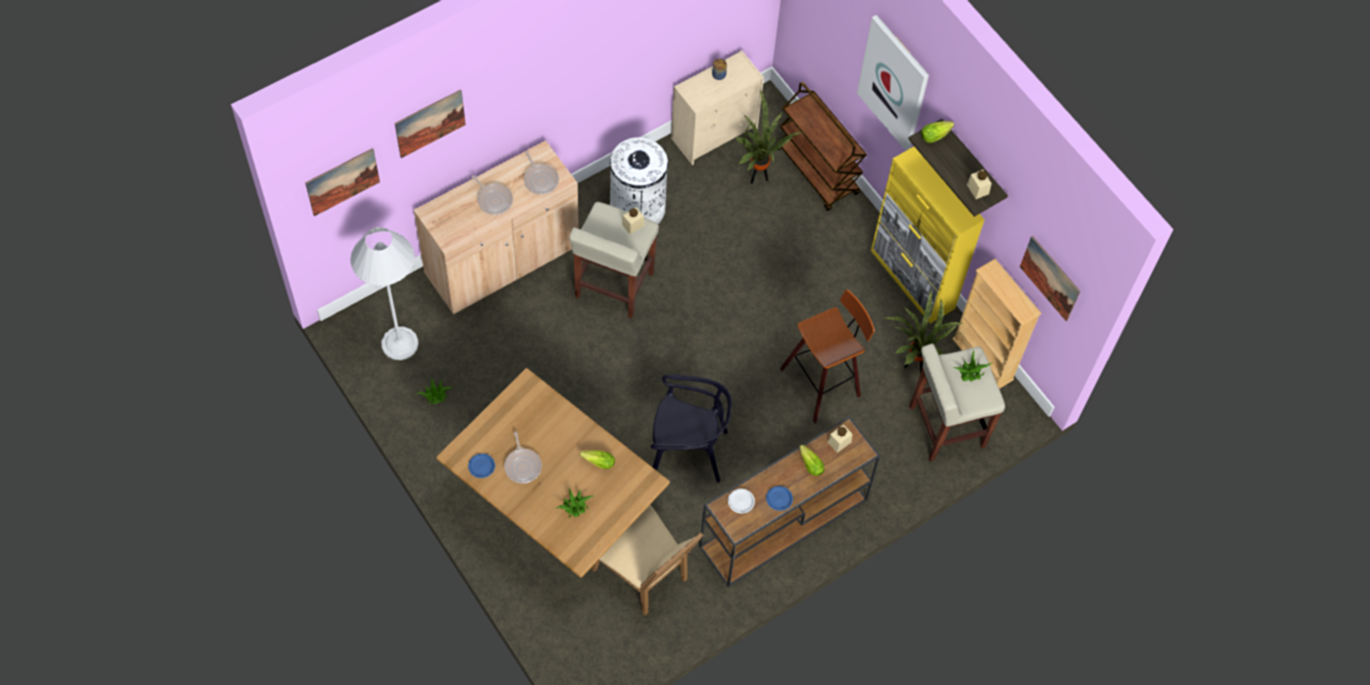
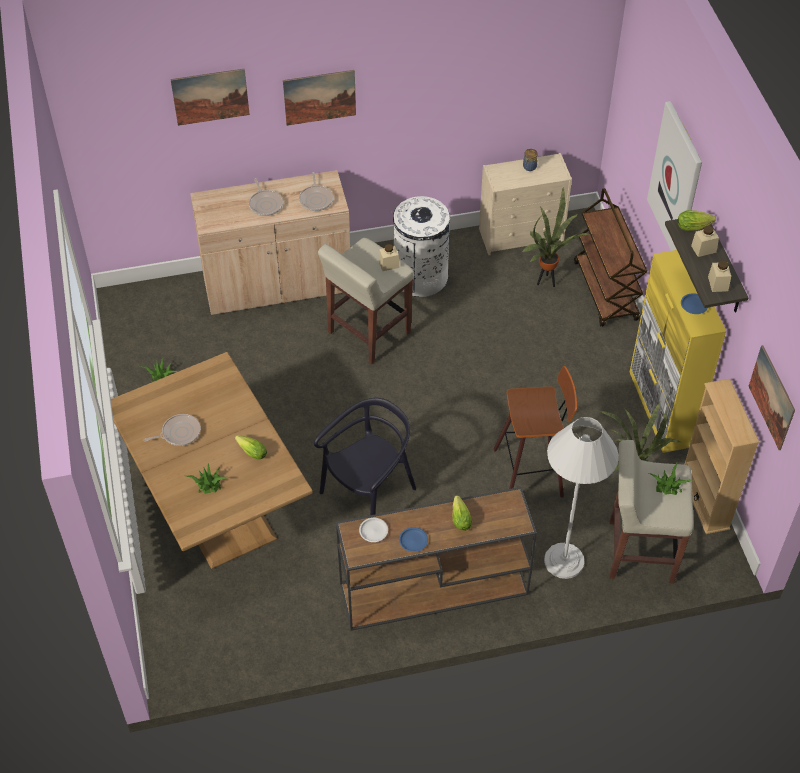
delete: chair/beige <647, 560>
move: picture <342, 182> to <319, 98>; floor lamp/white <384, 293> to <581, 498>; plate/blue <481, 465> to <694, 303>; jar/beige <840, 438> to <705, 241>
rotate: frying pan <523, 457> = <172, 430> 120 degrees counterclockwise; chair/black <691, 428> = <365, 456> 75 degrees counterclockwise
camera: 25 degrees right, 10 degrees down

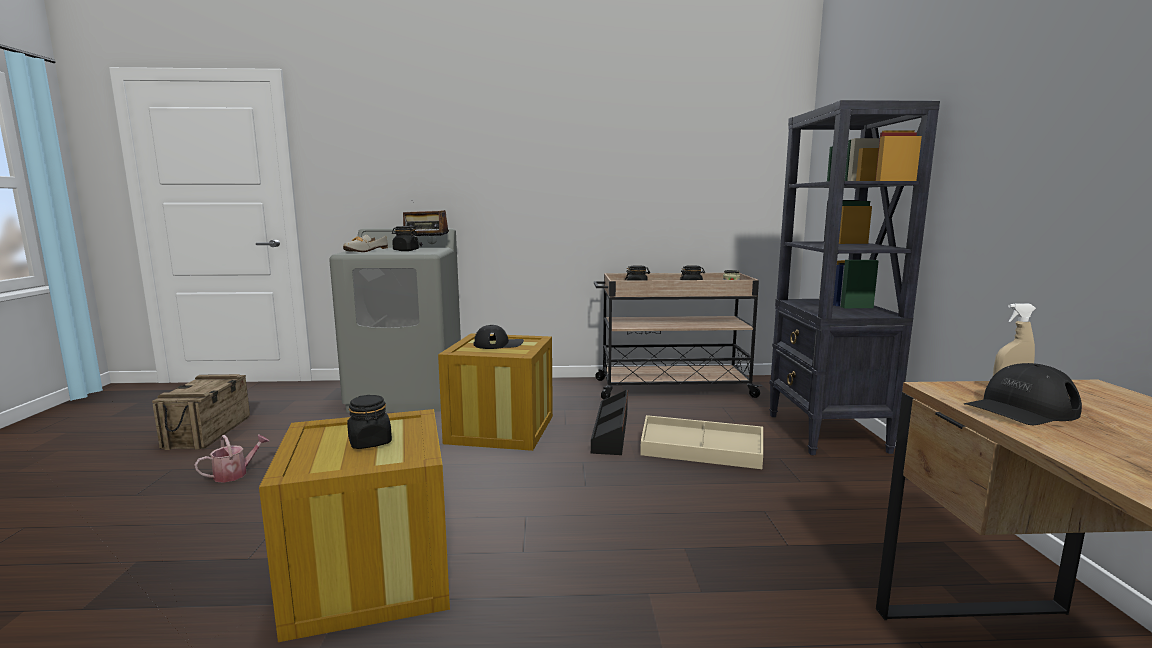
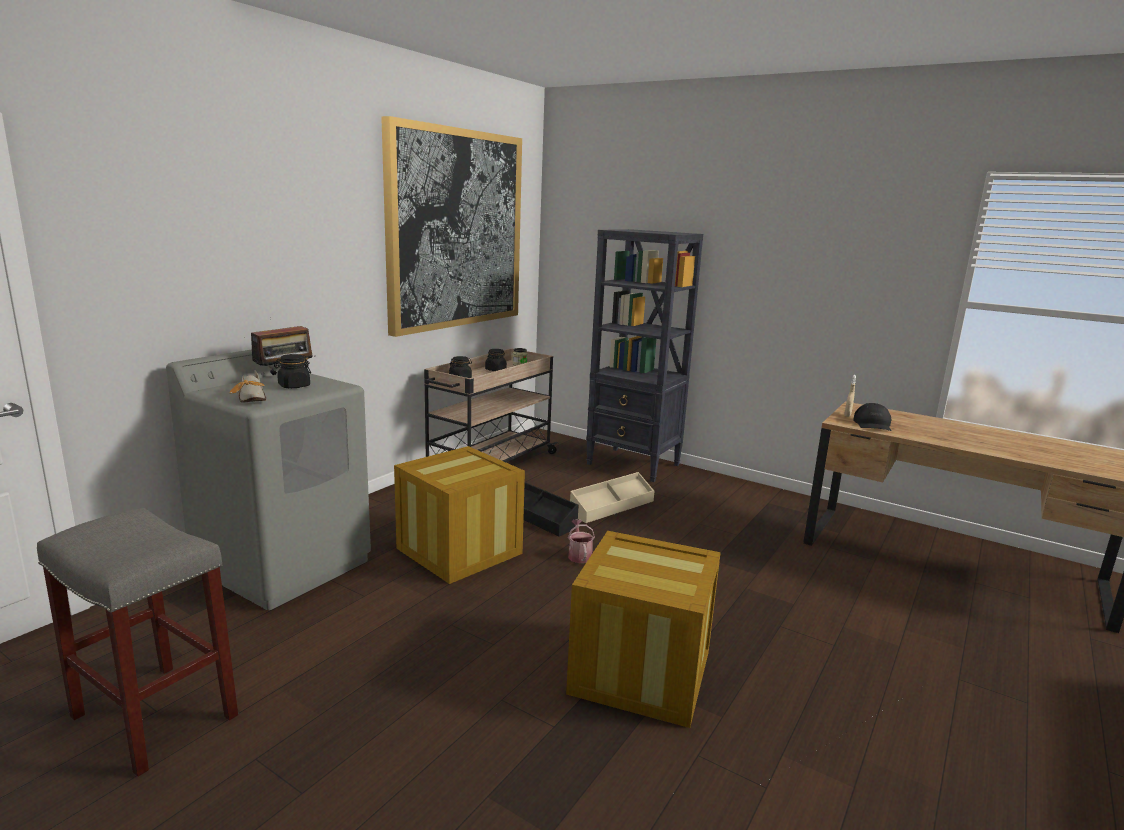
delete: jar/black <369, 422>; cap/black <498, 337>
insert: picture <451, 226>
move: watering can <231, 459> to <581, 541>
replace: crate <201, 412> to stool/grey <137, 642>
camera: 55 degrees left, 5 degrees up

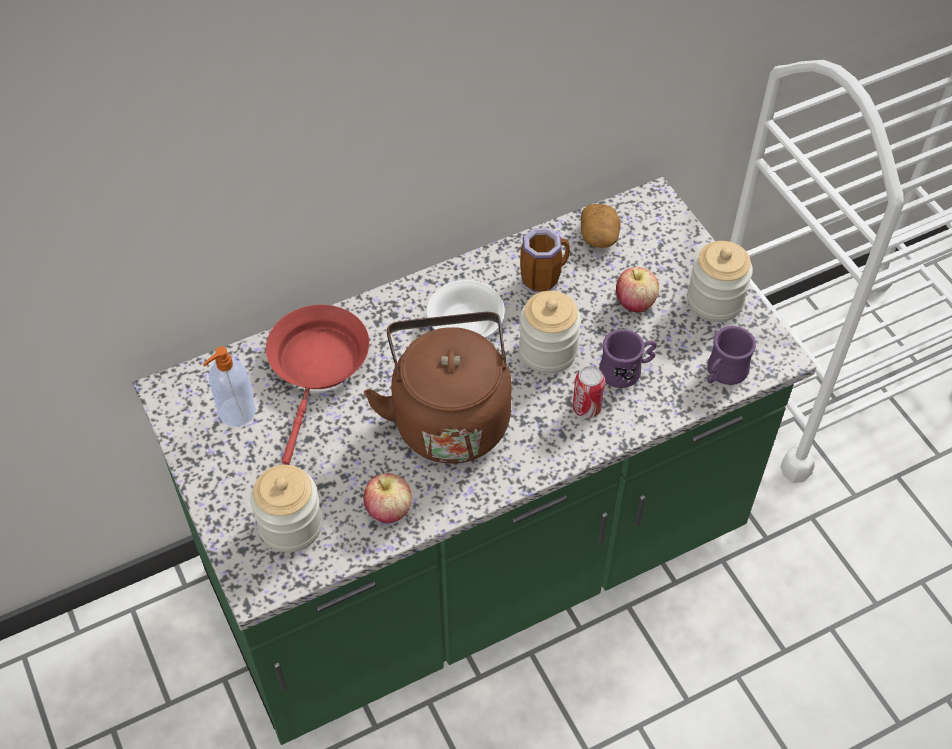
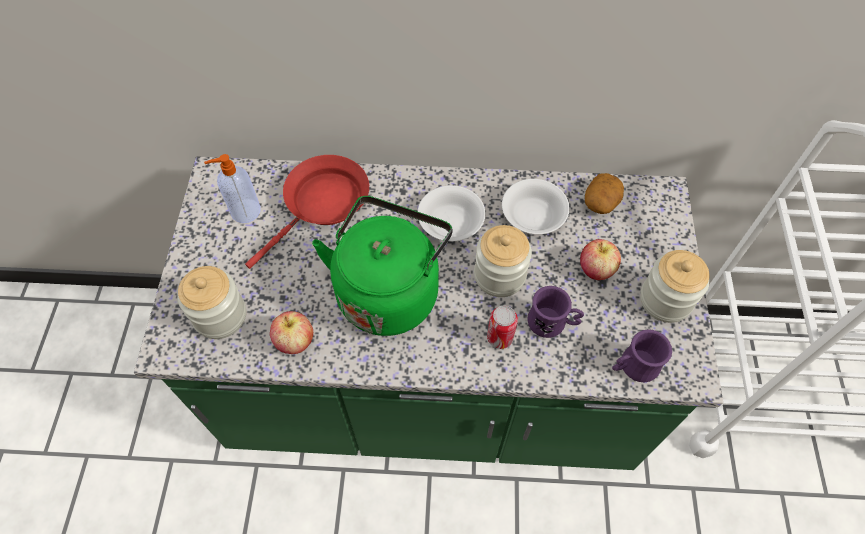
replace: mug <545, 261> to bowl/white <536, 206>
recolor: kettle/brown <438, 388> to kettle/green <382, 266>
camera: 30 degrees right, 5 degrees up

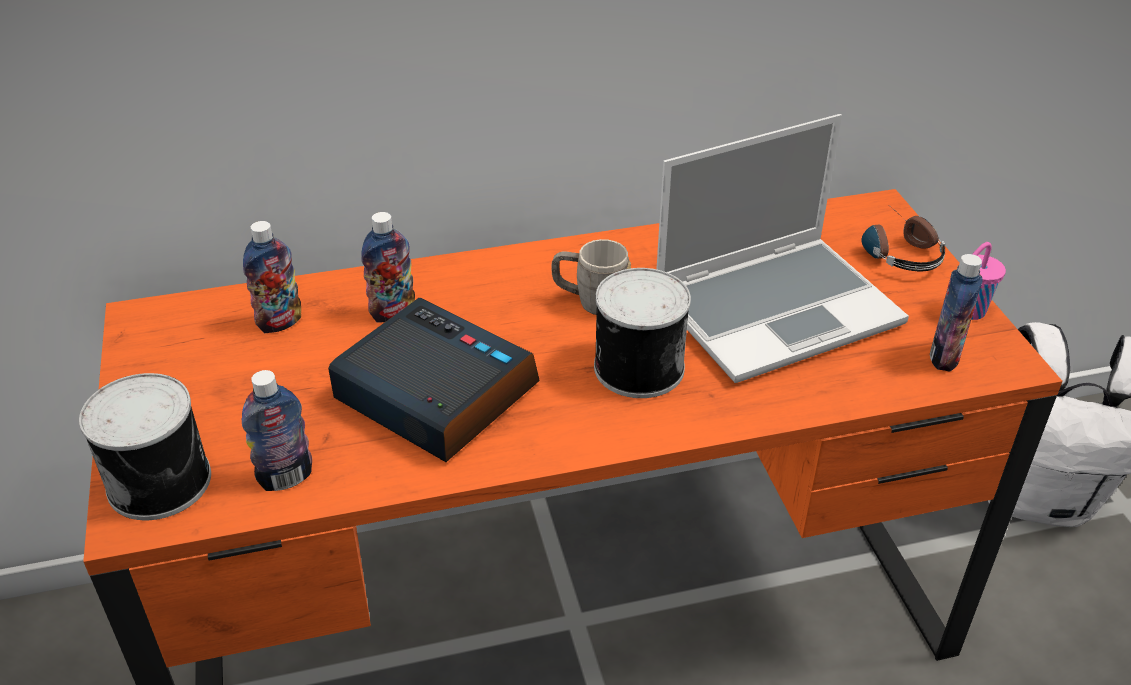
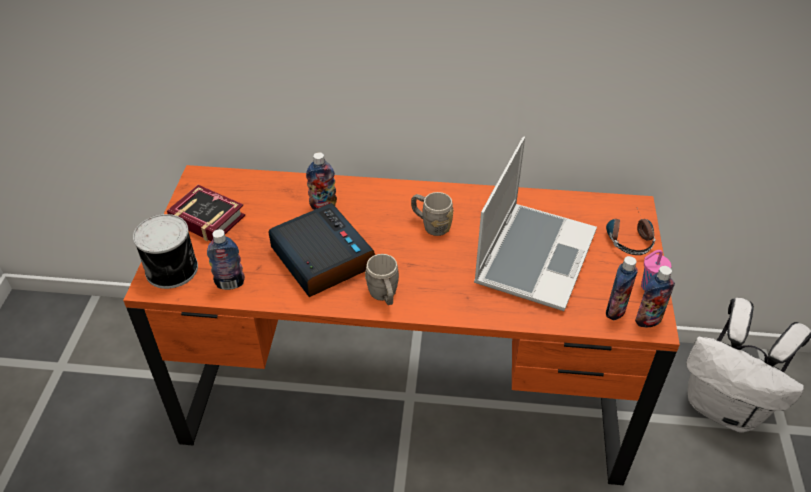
delete: can <642, 333>
insert: book <206, 213>; mug/grey <382, 279>
move: bottle <272, 277> to <655, 296>
rotate: laptop <782, 248> = <535, 224> 60 degrees counterclockwise
camera: 20 degrees right, 5 degrees up

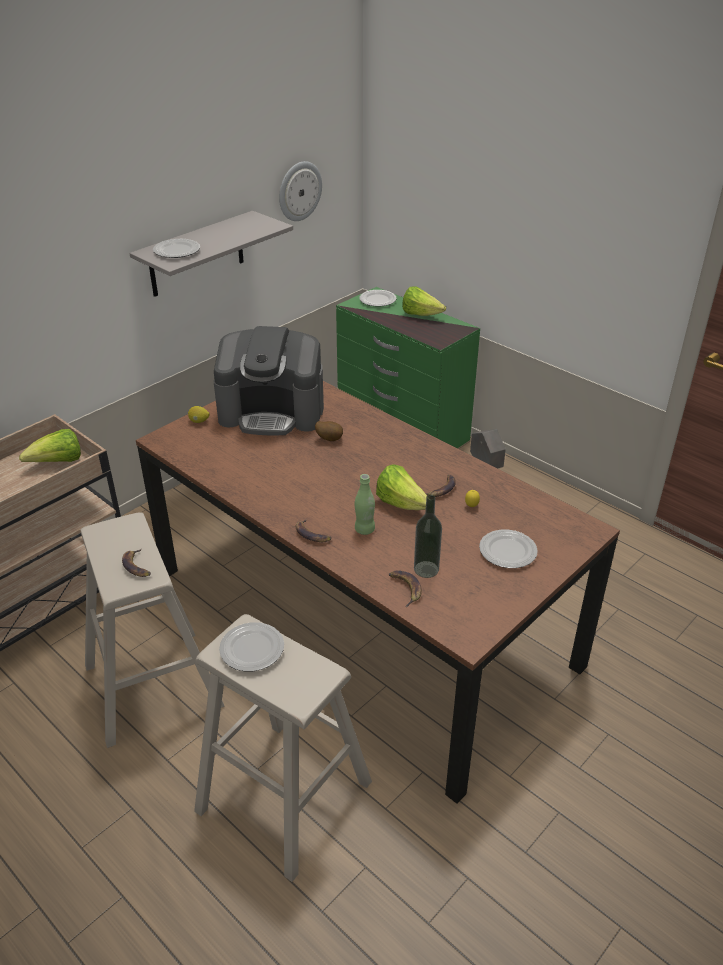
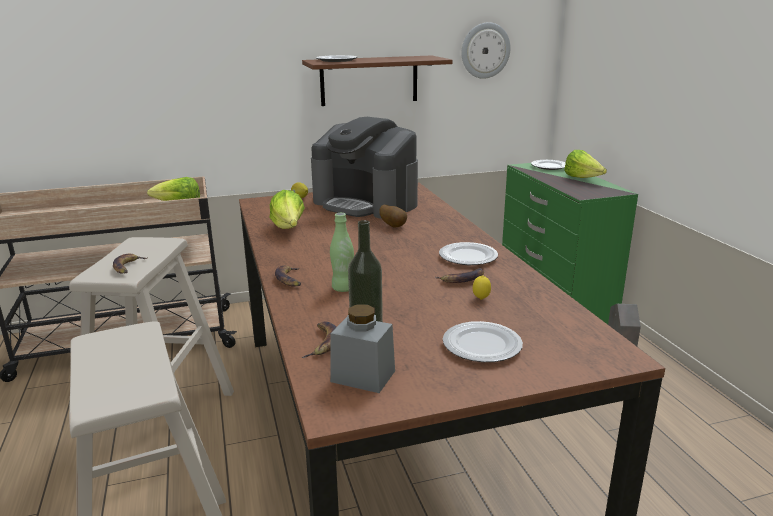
insert: jar/grey <362, 348>
move: plate <251, 646> to <468, 253>; lettuce <401, 487> to <287, 209>
recolor: shelf/grey <211, 254> to shelf/brown <377, 80>
camera: 30 degrees right, 15 degrees down

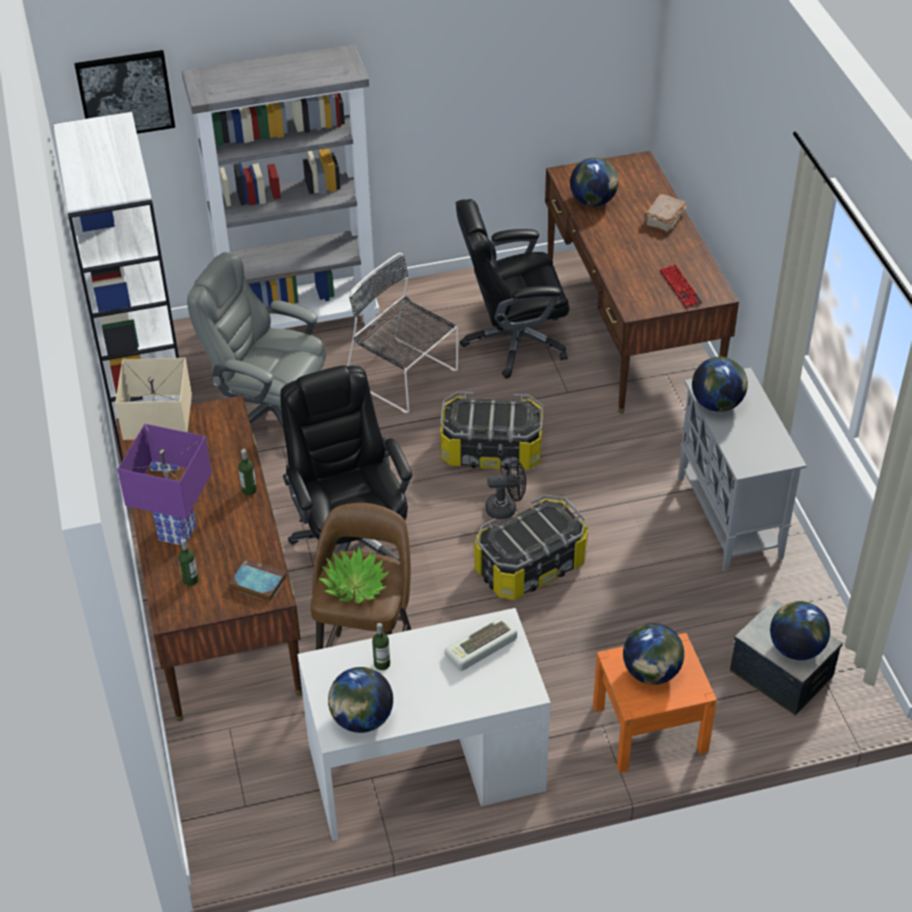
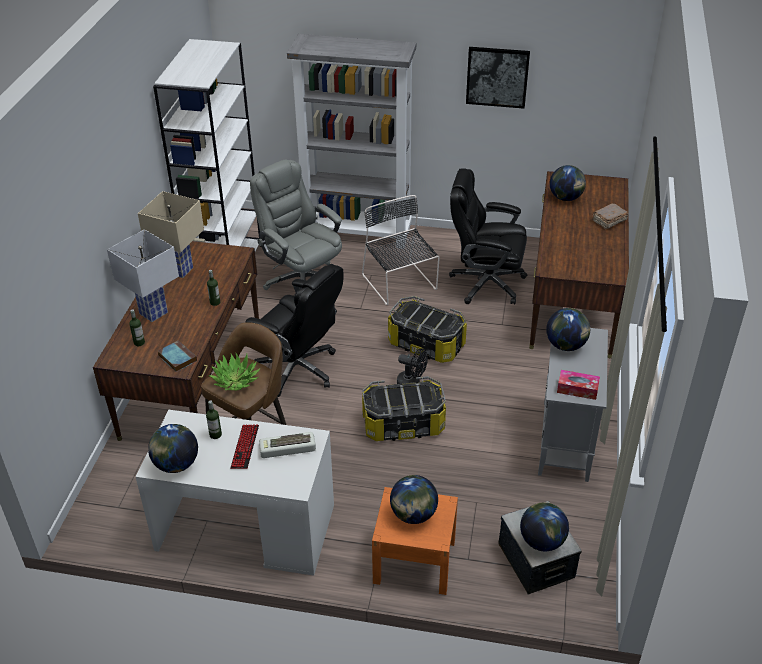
insert: tissue box <578, 385>
move: picture <124, 92> to <498, 78>; keyboard <681, 286> to <244, 446>
recolor: table lamp/purple <164, 484> to table lamp/white <143, 275>
rotate: office chair/black <346, 463> = <294, 330> 120 degrees clockwise
camera: 25 degrees right, 5 degrees down

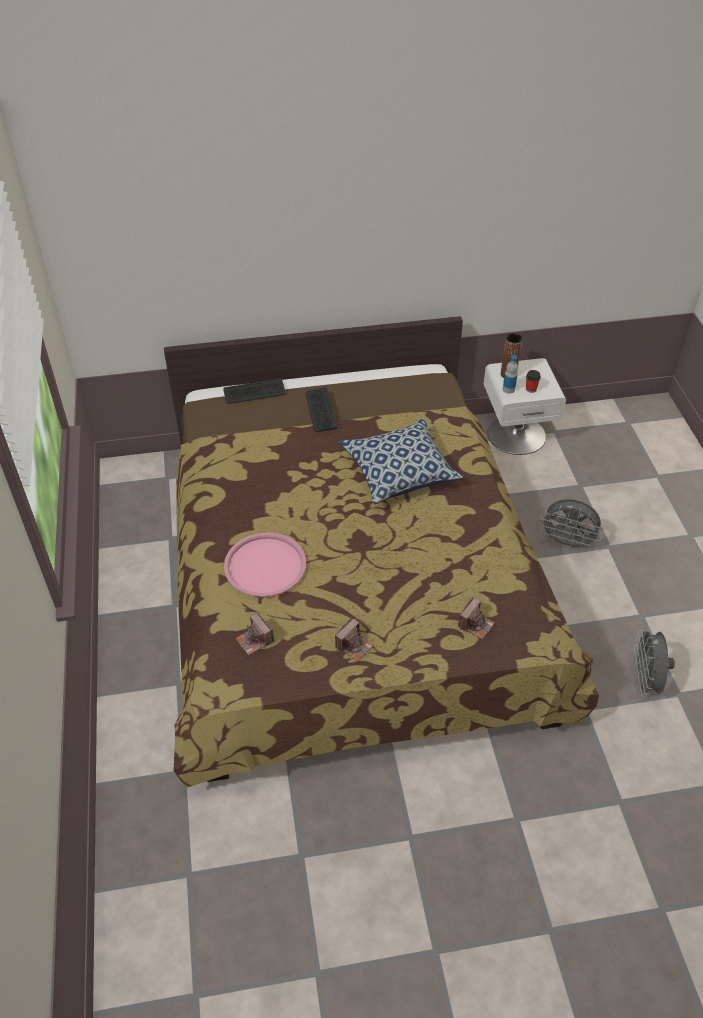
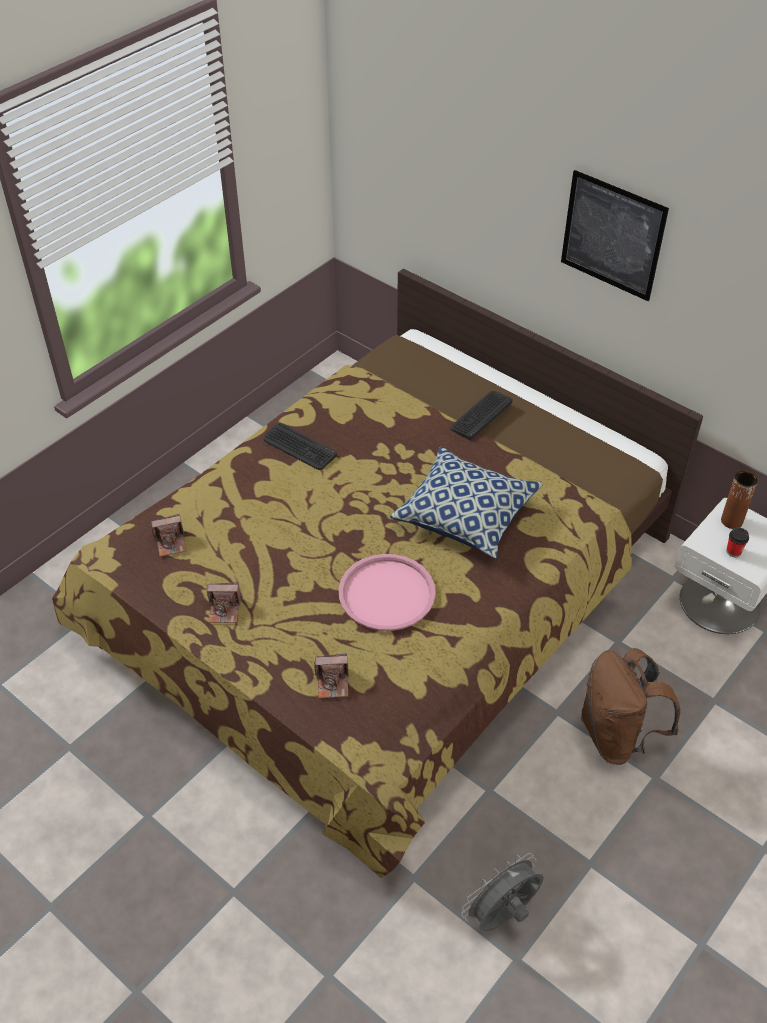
delete: bottle <510, 374>
insert: picture <615, 235>
move: keyboard <254, 391> to <300, 446>; tray/pink <265, 564> to <387, 592>
replace: fan/grey <571, 525> to backpack/brown <630, 706>
rotate: photo camera <255, 634> = <169, 535> 120 degrees counterclockwise
camera: 50 degrees right, 0 degrees up

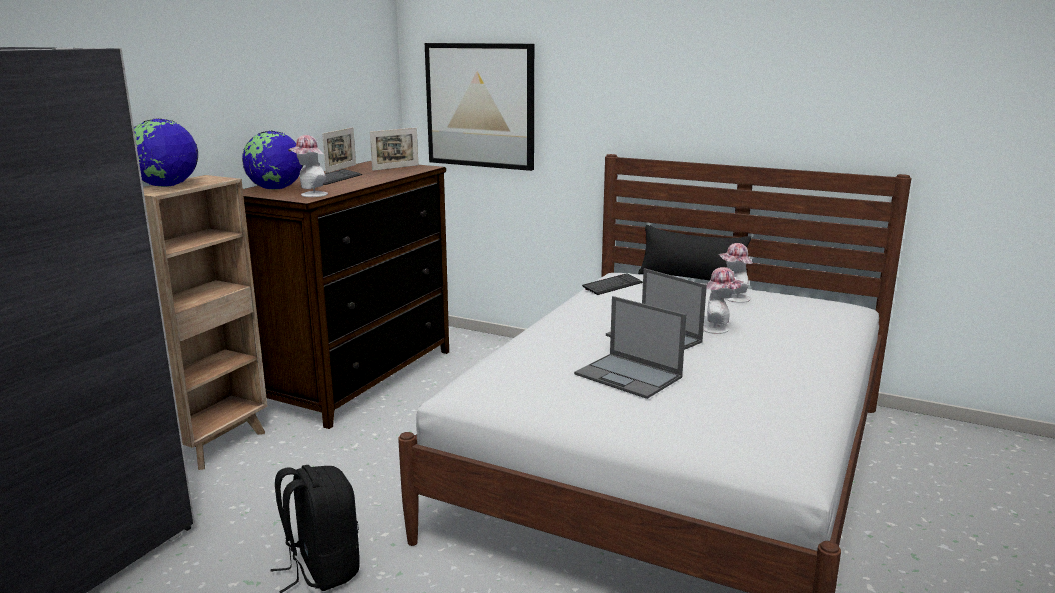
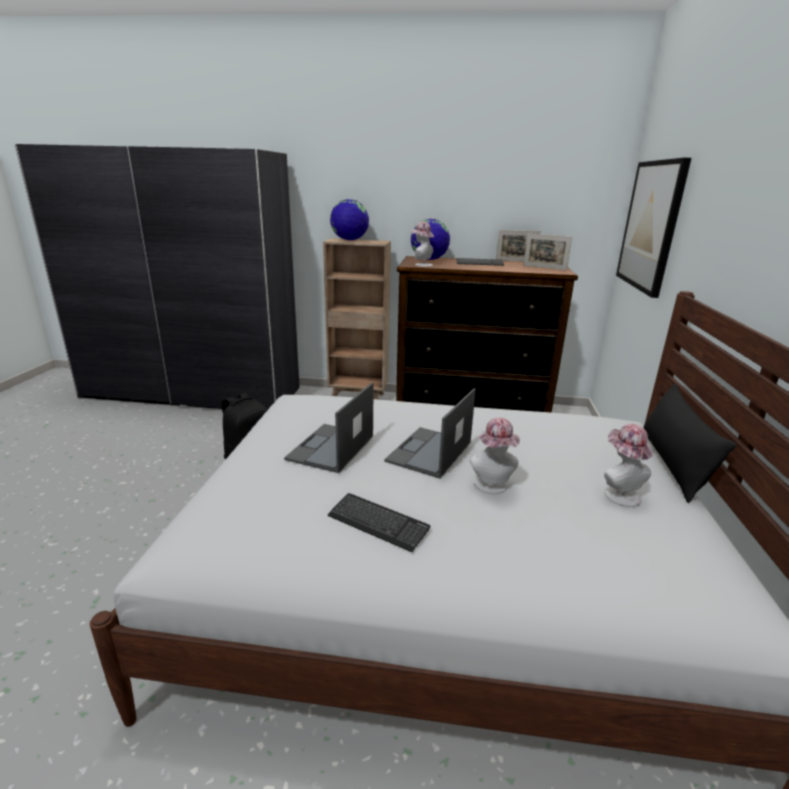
move: keyboard <612, 284> to <379, 522>
camera: 70 degrees right, 5 degrees up

